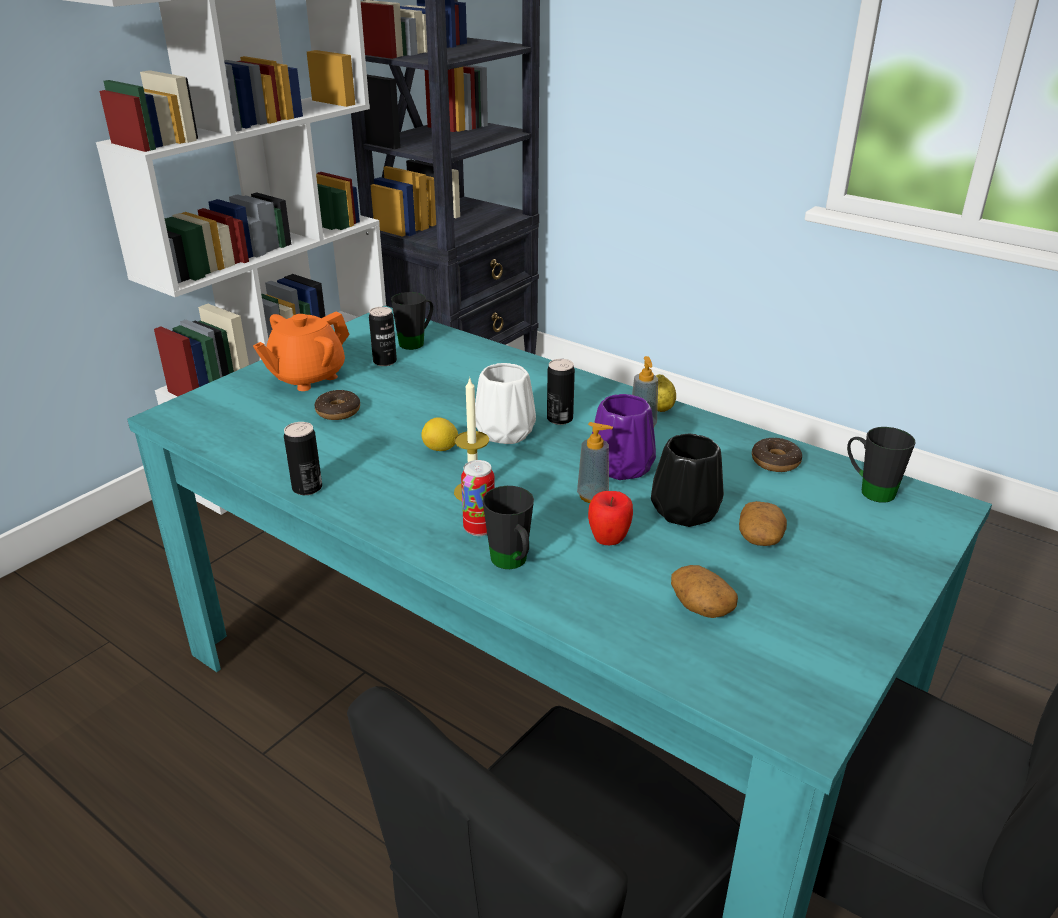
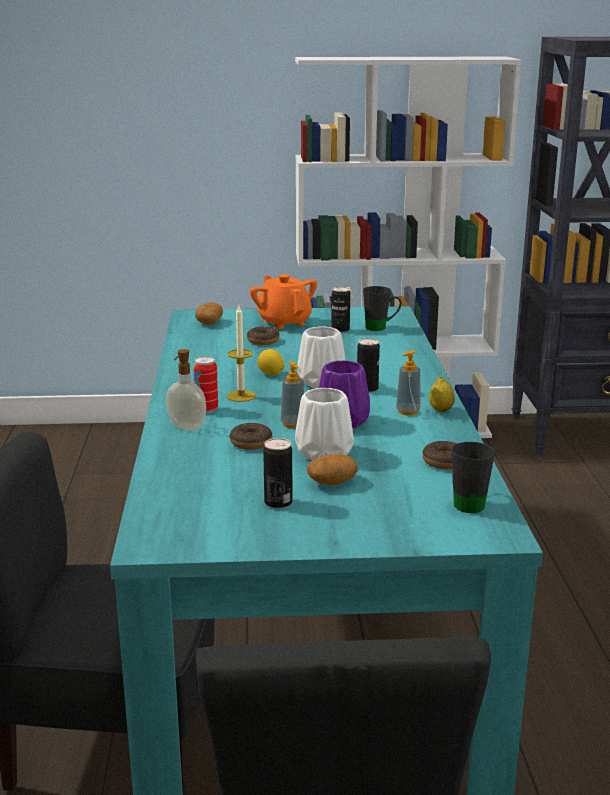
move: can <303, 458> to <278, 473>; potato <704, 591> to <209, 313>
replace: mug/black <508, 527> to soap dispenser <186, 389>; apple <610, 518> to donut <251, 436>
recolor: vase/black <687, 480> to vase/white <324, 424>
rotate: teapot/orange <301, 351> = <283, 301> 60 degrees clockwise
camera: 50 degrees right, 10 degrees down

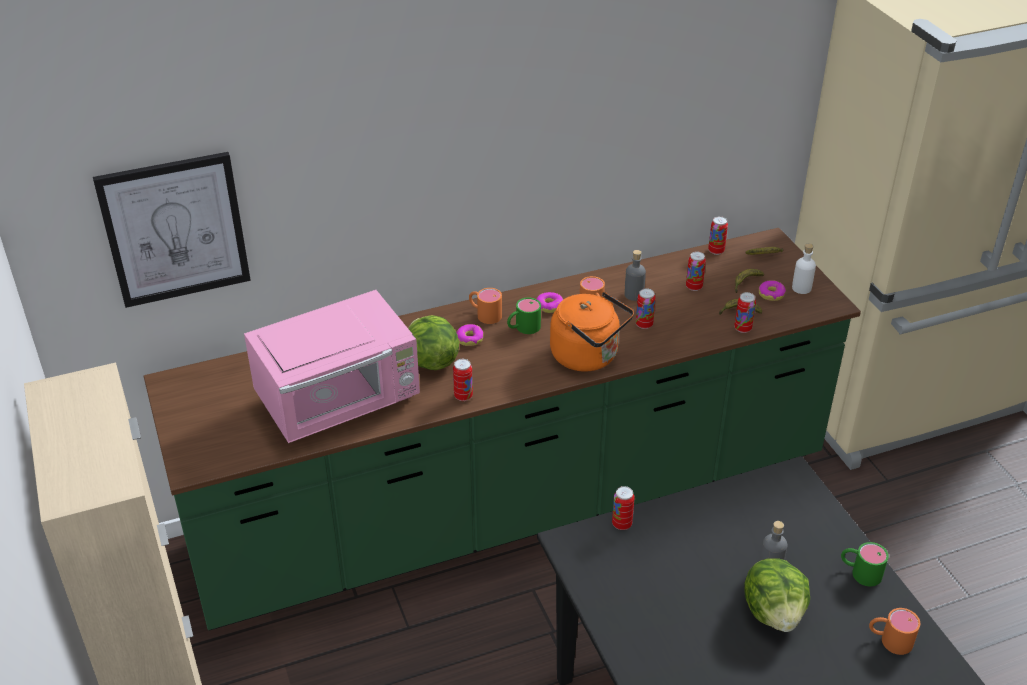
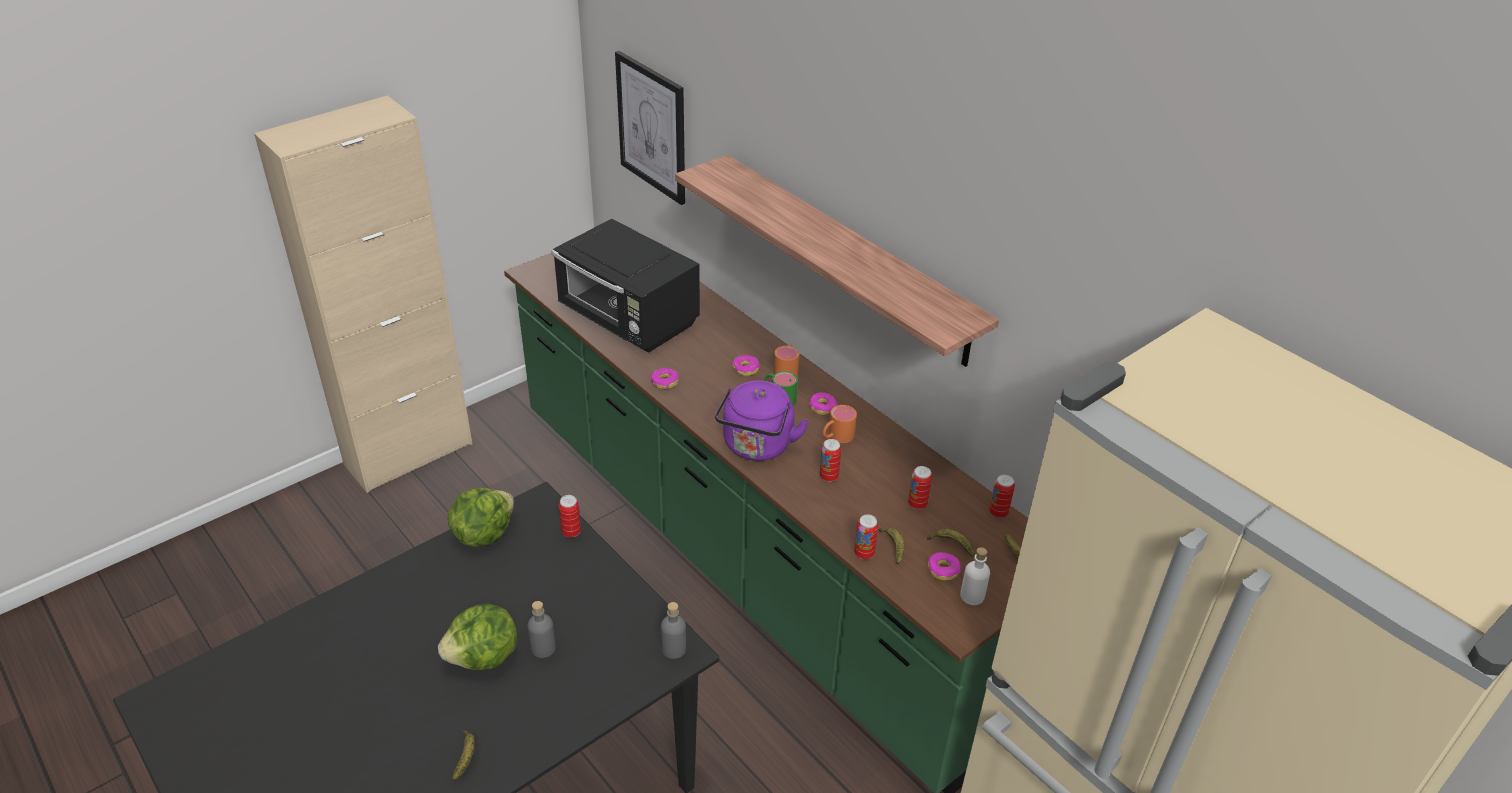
delete: mug/green <865, 564>
insert: shelf <837, 261>
move: lettuce <433, 342> to <481, 517>; bottle/grey <635, 275> to <673, 630>
replace: can <463, 380> to donut <665, 378>; mug/orange <894, 631> to banana <463, 755>
recolor: microwave/pink <332, 366> to microwave/black <625, 286>; kettle/orange <592, 332> to kettle/purple <762, 420>
camera: 70 degrees right, 0 degrees up

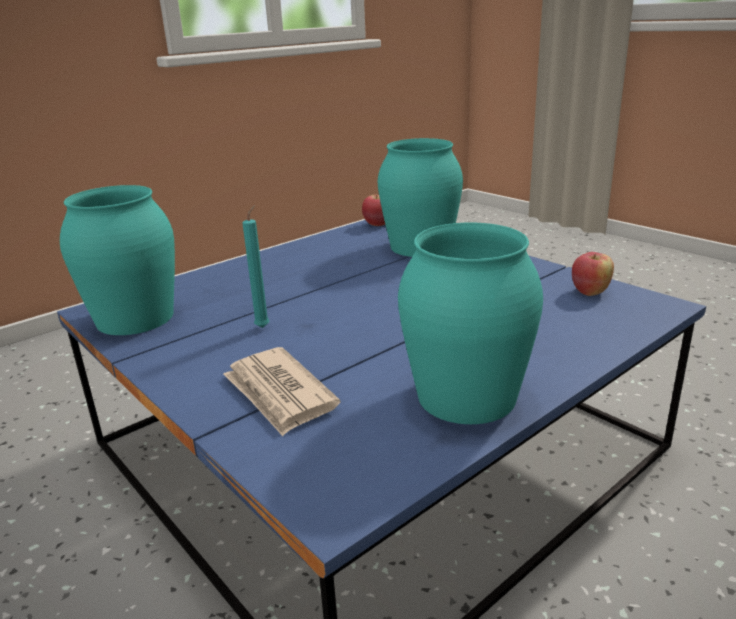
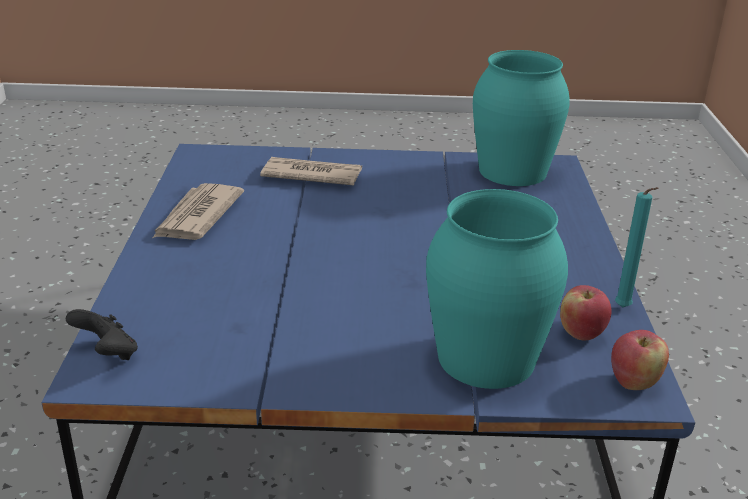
insert: game controller/black <102, 334>
move: candle/turquoise <256, 266> to <637, 247>; apple <593, 274> to <586, 312>
replace: vase/turquoise <470, 323> to newspaper <198, 211>
camera: 130 degrees right, 5 degrees up

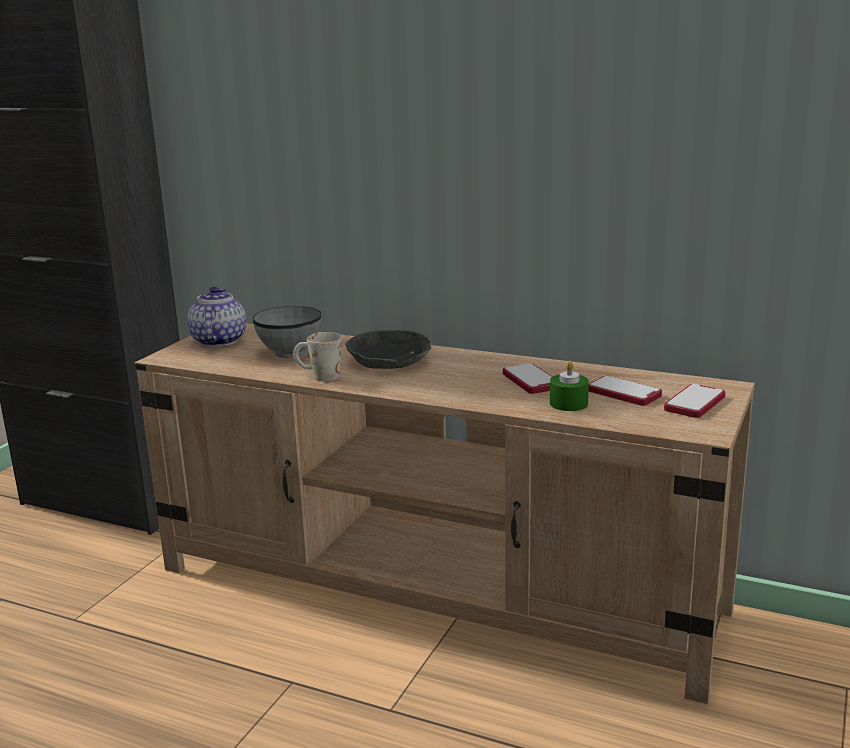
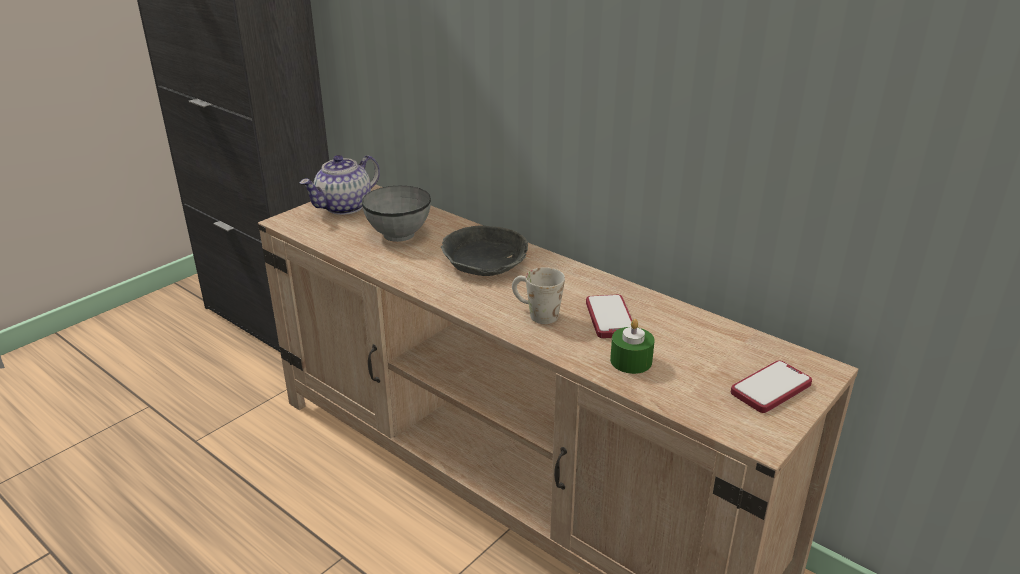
delete: phone <625, 391>
move: mug/white <317, 356> to <538, 295>
rotate: teapot <216, 317> = <340, 185> 150 degrees counterclockwise
camera: 15 degrees right, 10 degrees up

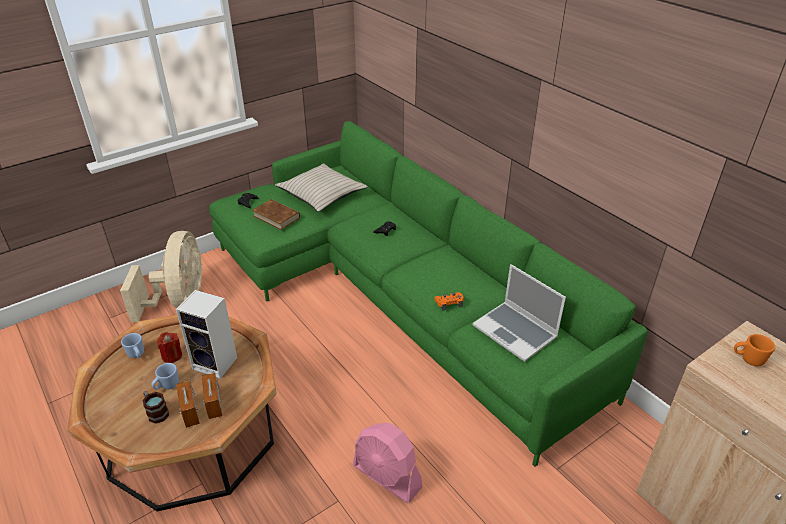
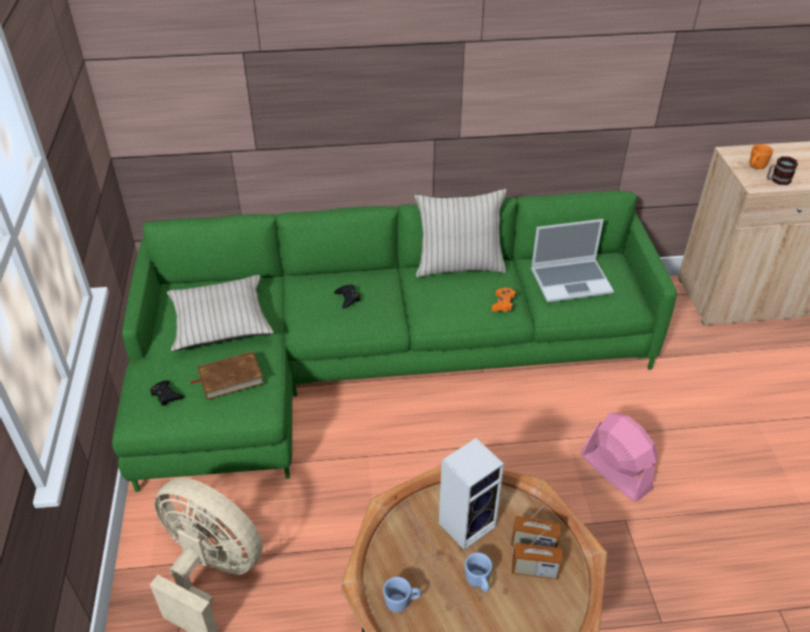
delete: candle/red <169, 347>
insert: pillow/beige <461, 233>
move: mug <156, 407> to <782, 170>
rotate: fan/pink <388, 463> = <619, 457> 105 degrees counterclockwise
camera: 60 degrees left, 5 degrees up

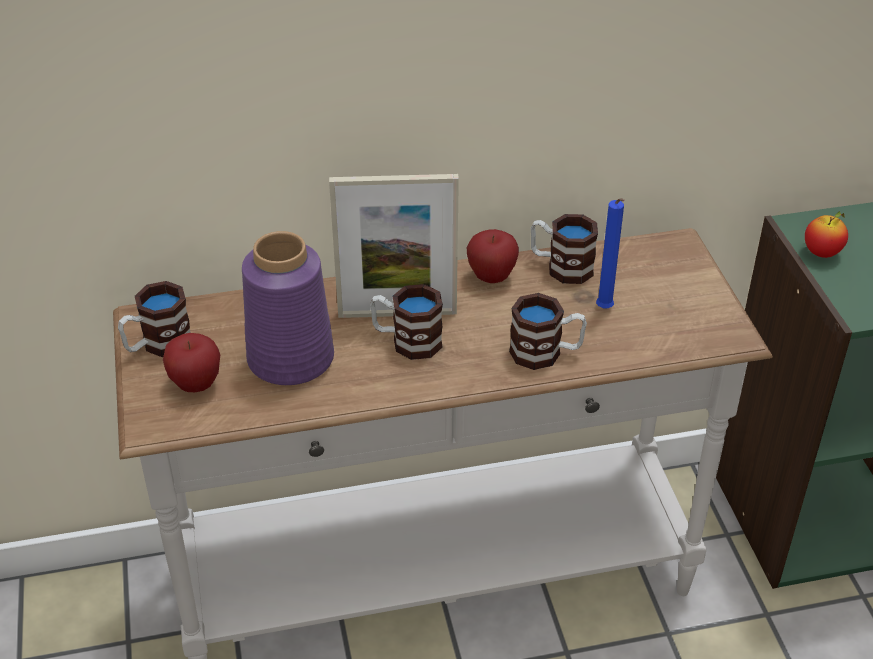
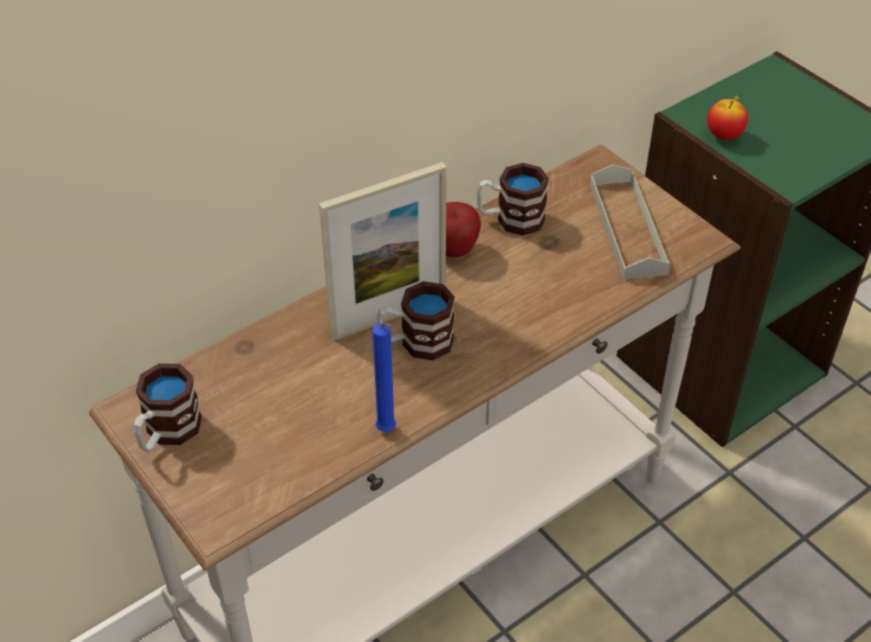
delete: apple <191, 362>; vase/purple <288, 308>; mug <548, 331>
insert: tray/grey <630, 221>
move: candle/blue <610, 253> to <384, 377>
camera: 25 degrees left, 5 degrees up

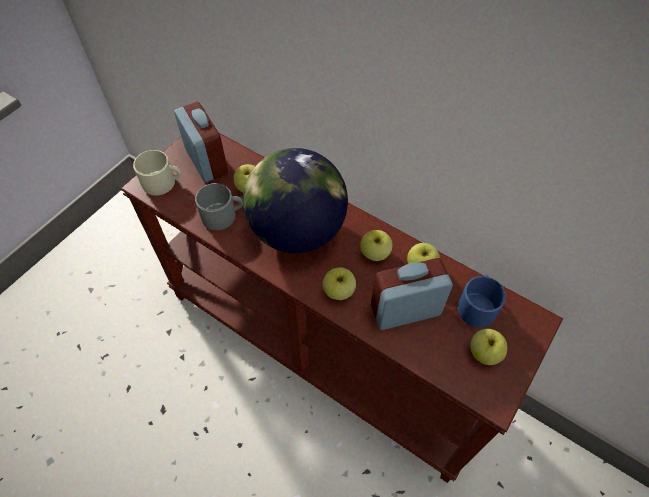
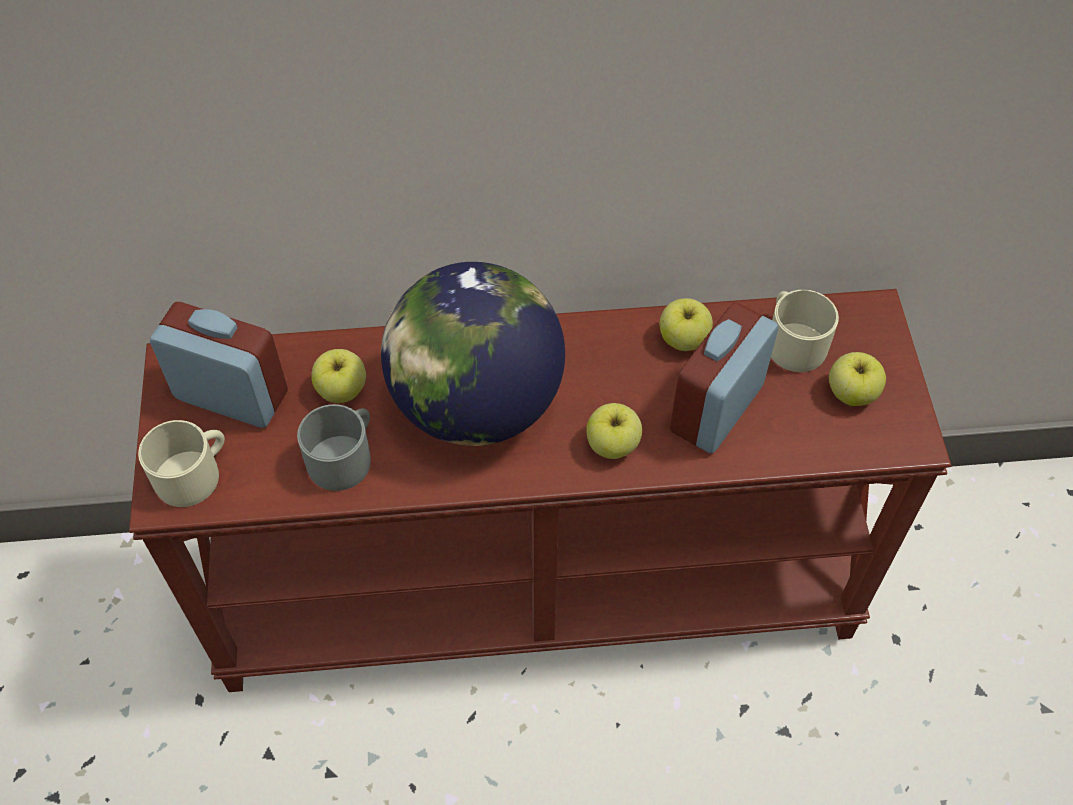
delete: apple <376, 245>
recolor: mug/blue <482, 301> to mug/beige <805, 331>
camera: 40 degrees left, 0 degrees up

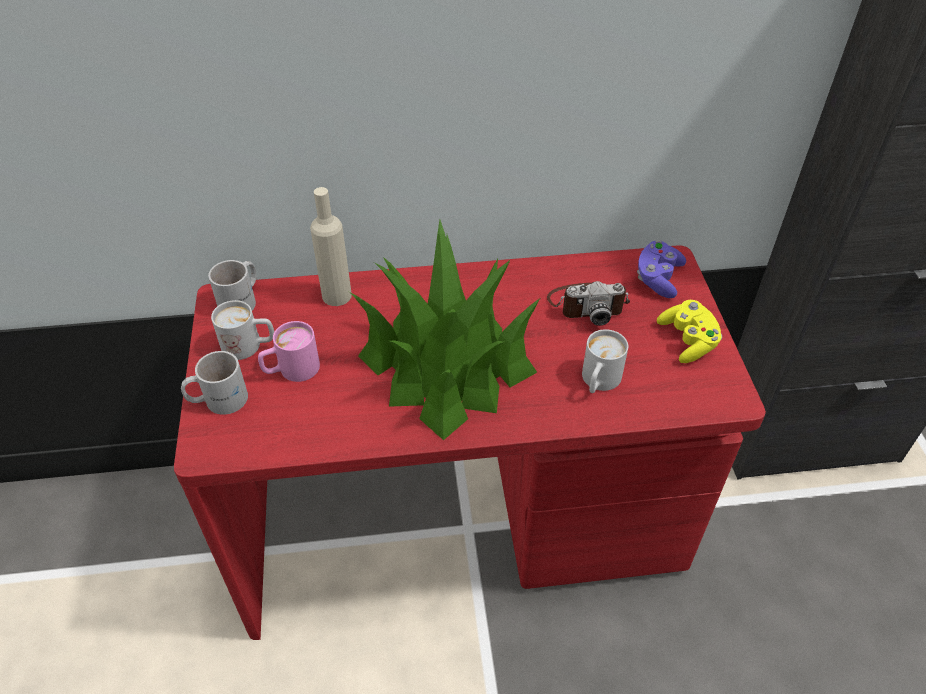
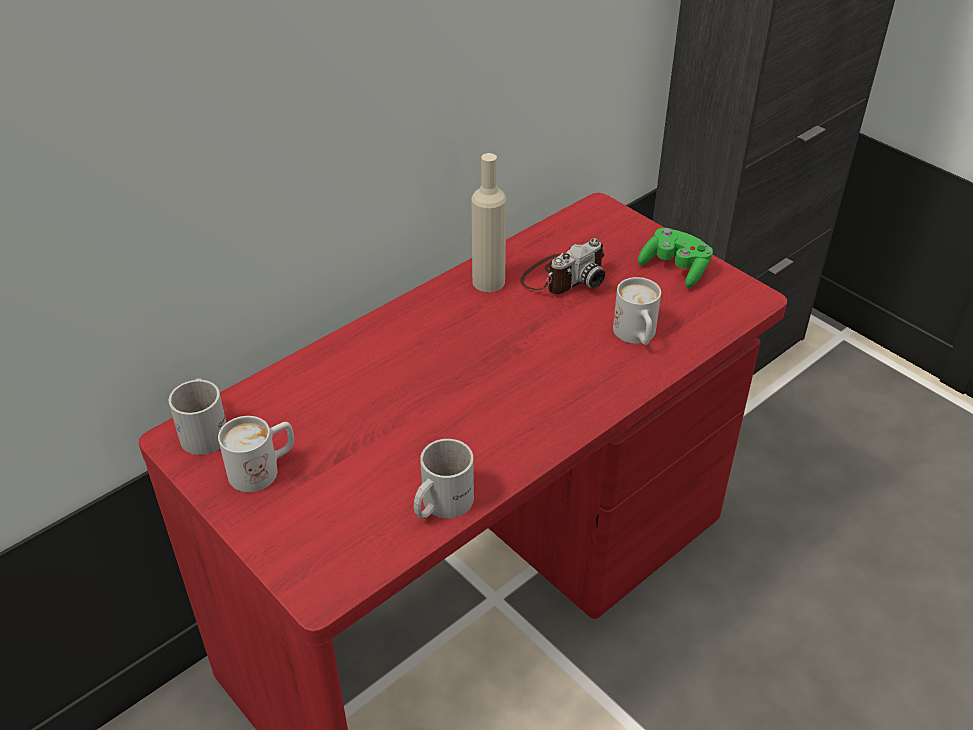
delete: mug/pink <289, 351>; potted plant <444, 330>; game controller/purple <661, 269>
move: mug/white <214, 383> to <444, 479>; bottle/beige <331, 246> to <488, 222>
recolor: game controller/yellow <689, 331> to game controller/green <675, 258>
camera: 35 degrees left, 5 degrees down

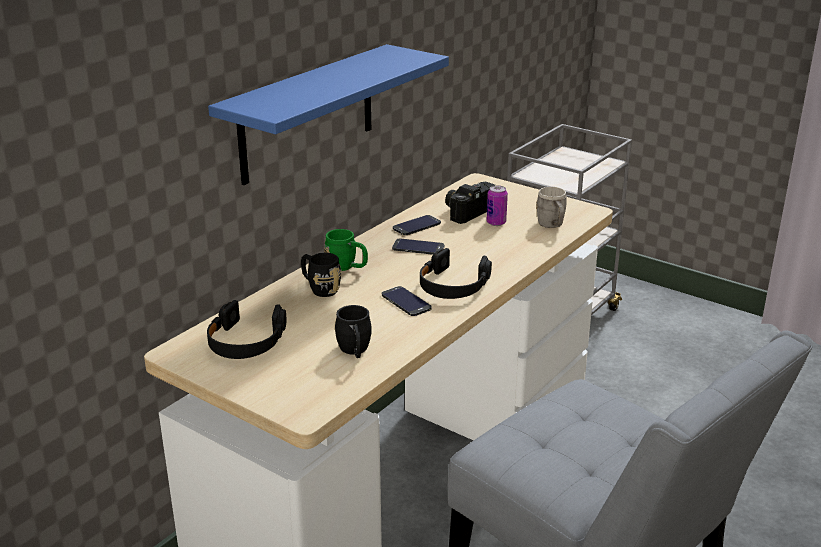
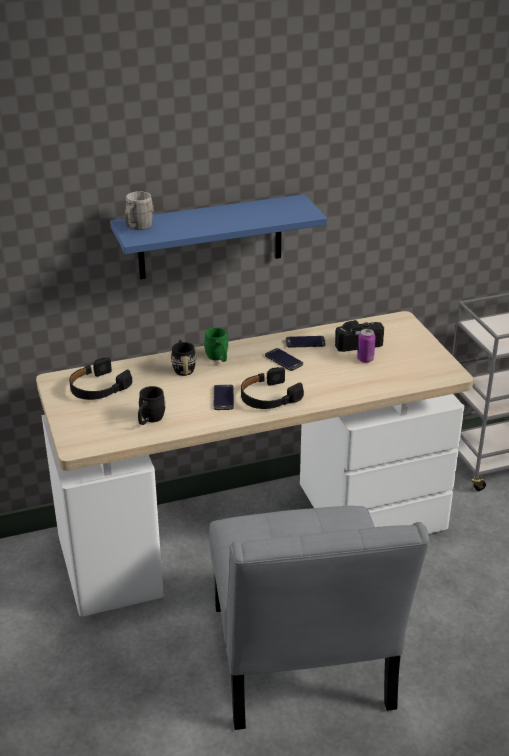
move: mug/grey <551, 207> to <139, 210>
camera: 35 degrees right, 5 degrees up

